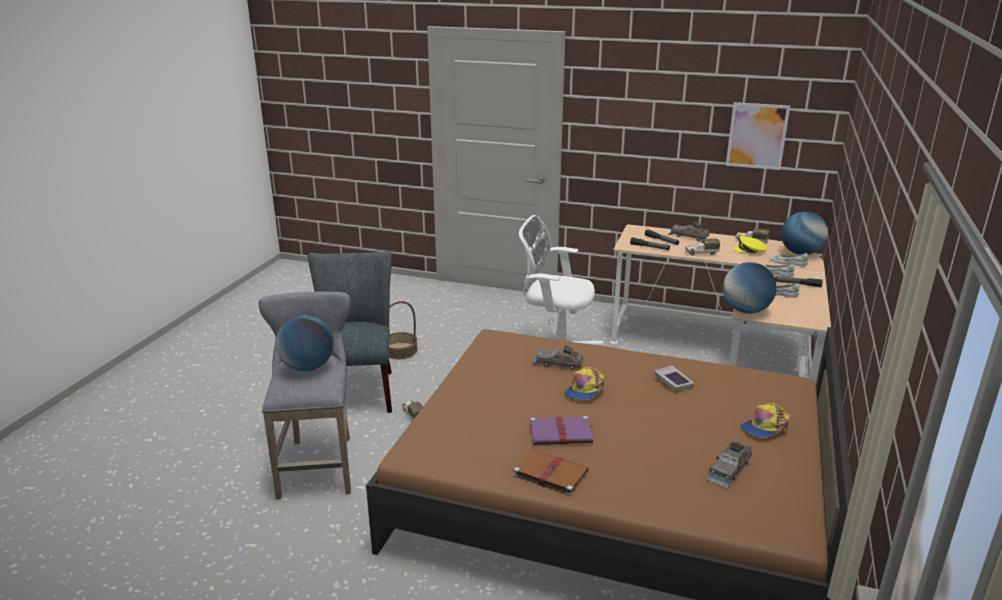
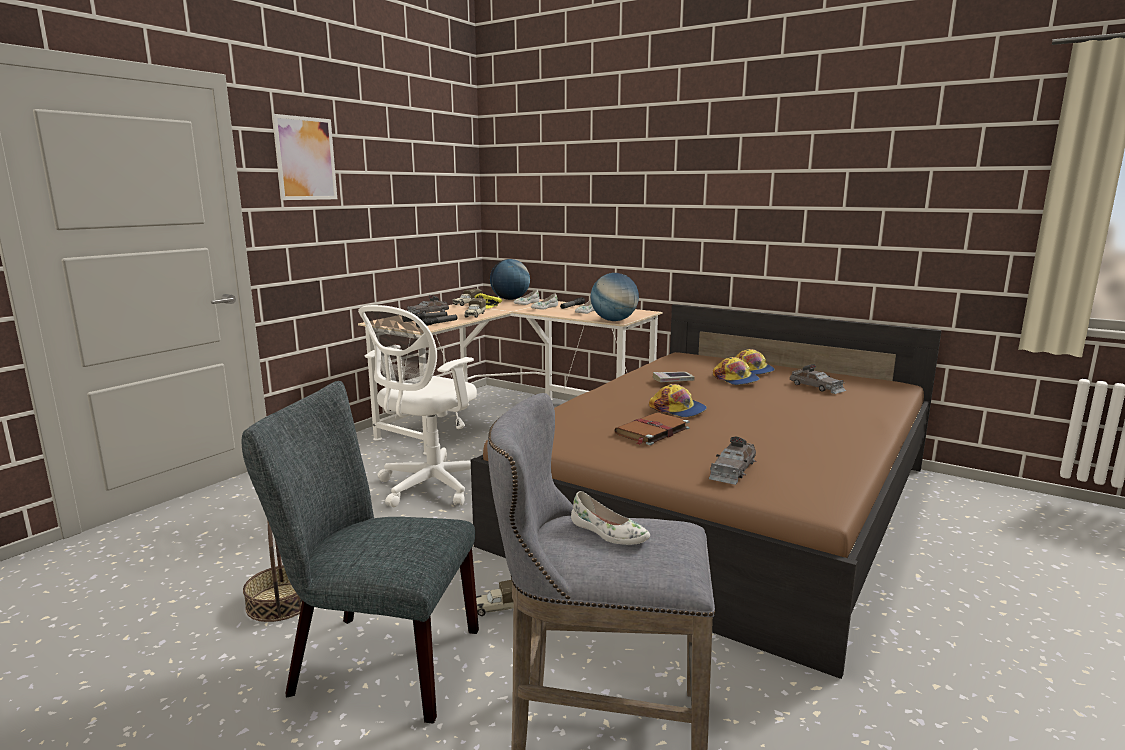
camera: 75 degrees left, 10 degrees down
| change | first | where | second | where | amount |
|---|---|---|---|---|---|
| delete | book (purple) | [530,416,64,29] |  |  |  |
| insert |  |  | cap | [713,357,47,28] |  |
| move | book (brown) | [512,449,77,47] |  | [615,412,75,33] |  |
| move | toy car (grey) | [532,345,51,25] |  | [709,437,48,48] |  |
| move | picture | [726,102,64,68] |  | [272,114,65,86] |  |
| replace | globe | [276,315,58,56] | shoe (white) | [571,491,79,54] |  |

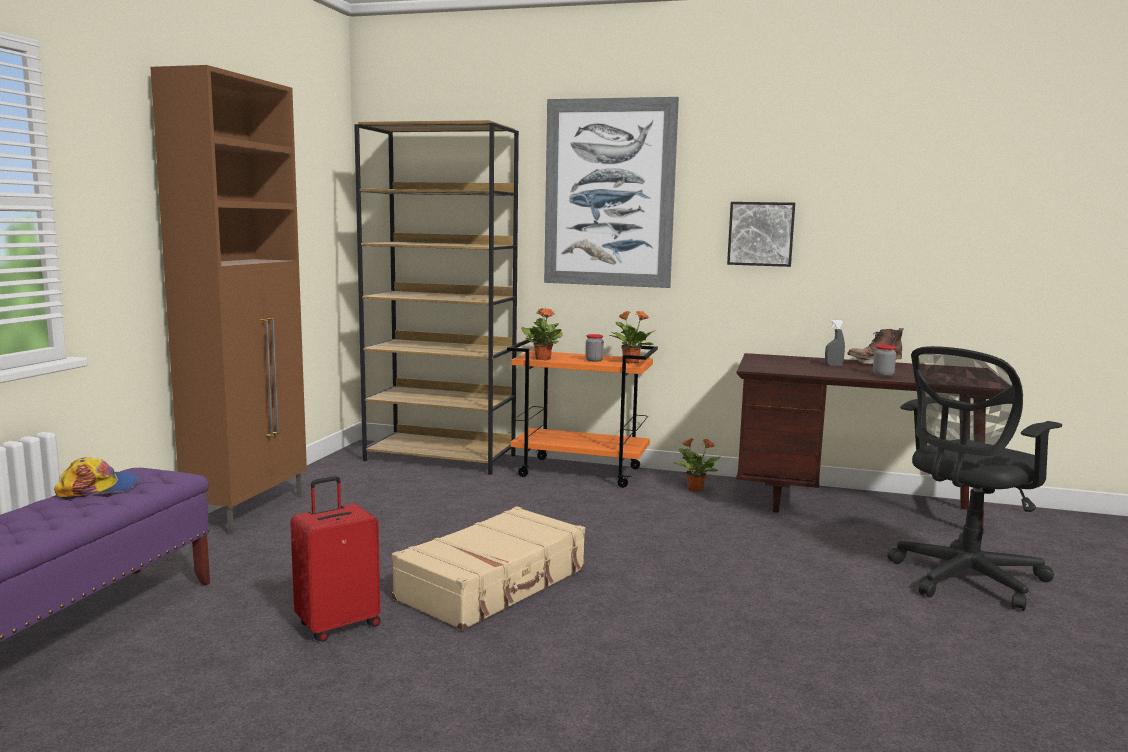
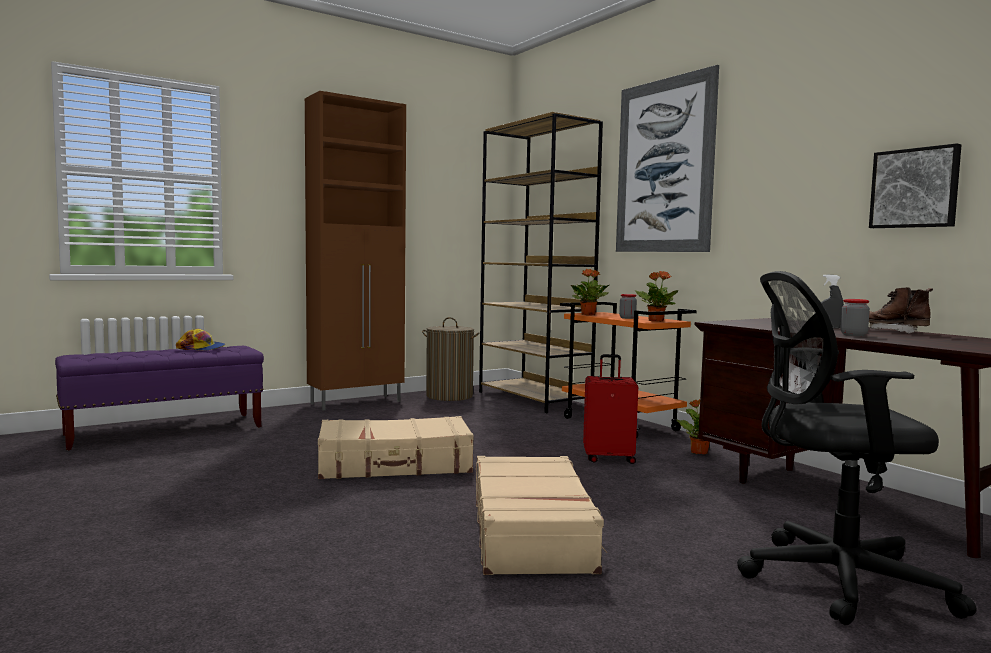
camera: 40 degrees right, 5 degrees down
| change | first | where | second | where | amount |
|---|---|---|---|---|---|
| insert |  |  | laundry basket | [422,317,58,84] |  |
| insert |  |  | suitcase (beige) | [476,456,131,119] |  |
| move | suitcase (red) | [290,476,90,166] |  | [583,354,55,110] |  |
| move | picture | [727,202,68,65] |  | [869,143,93,85] |  |

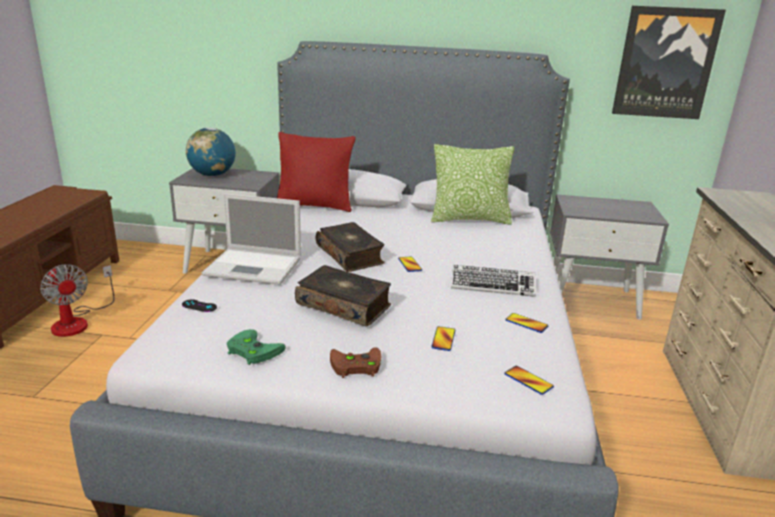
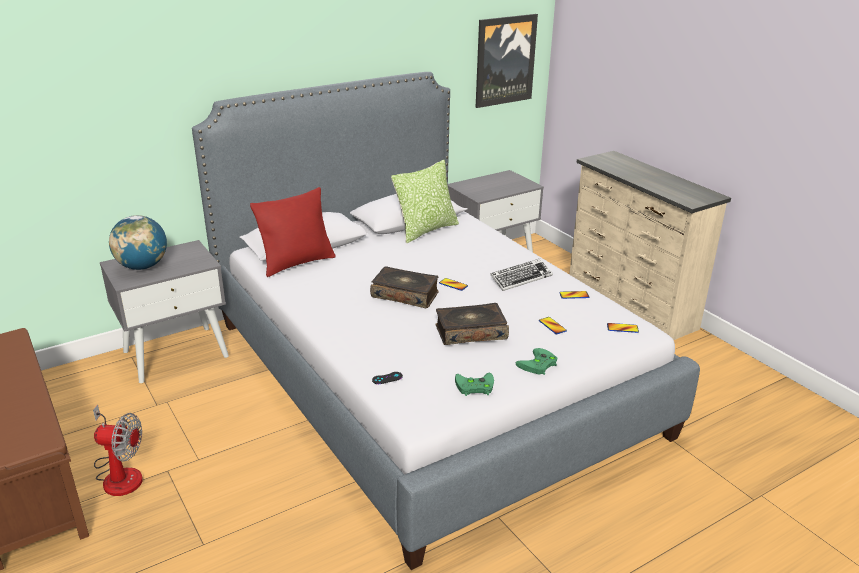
camera: 40 degrees left, 5 degrees up
| change | first | where | second | where | amount |
|---|---|---|---|---|---|
| delete | laptop | [202,193,99,92] |  |  |  |
| recolor | game controller (brown) | [330,347,51,31] | game controller (green) | [516,348,41,27] |  |

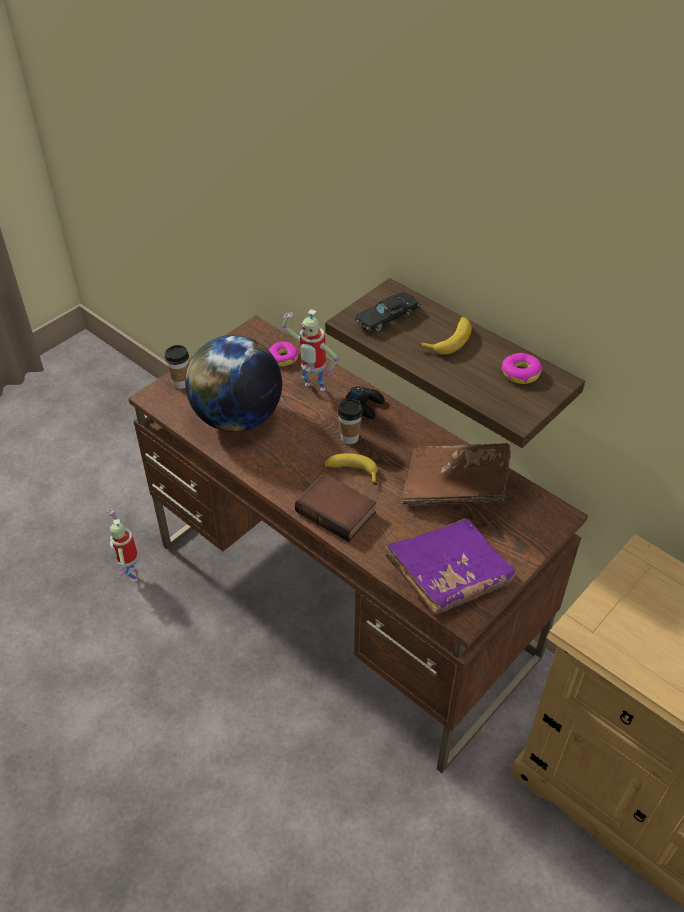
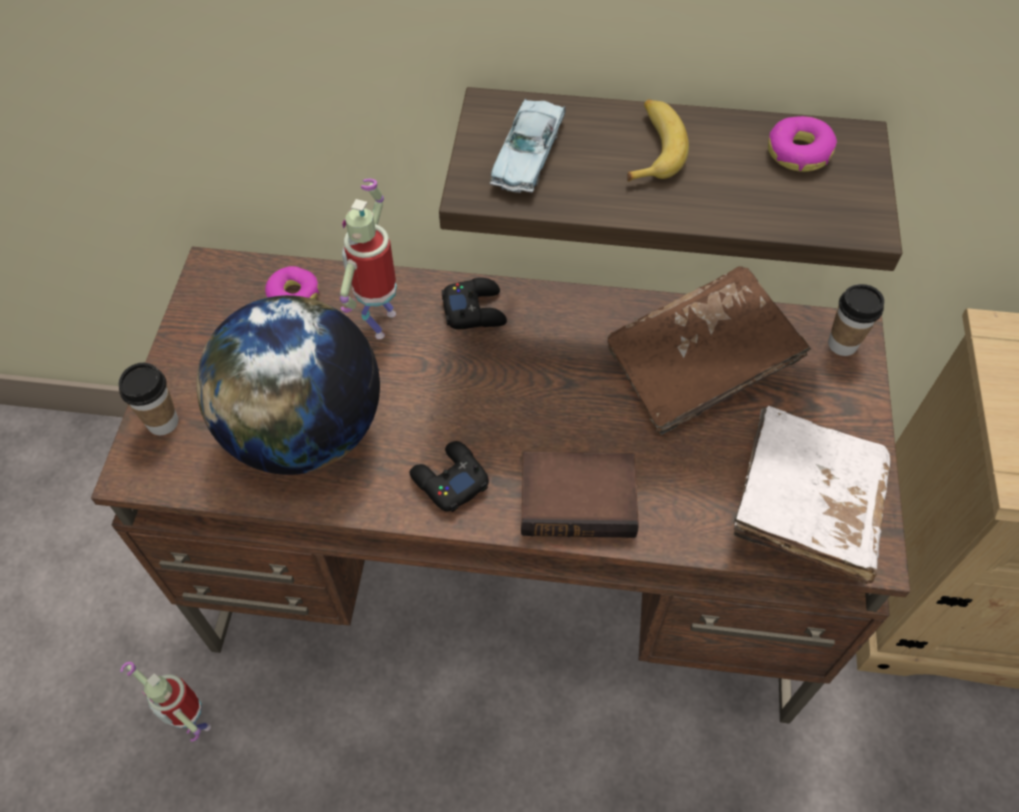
camera: 35 degrees left, 10 degrees up
| change | first | where | second | where | amount |
|---|---|---|---|---|---|
| delete | banana | [323,453,55,32] |  |  |  |
| insert |  |  | game controller (black) | [410,441,79,71] |  |
| move | cup | [337,399,26,45] |  | [828,284,56,72] |  |
| recolor | toy car (black) | [354,291,67,41] | toy car (blue) | [490,98,76,95] |  |
| recolor | book (purple) | [385,519,130,96] | book (white) | [733,406,159,178] |  |
| rotate | toy robot | [282,309,57,82] |  | [340,179,57,160] | 120 degrees clockwise |

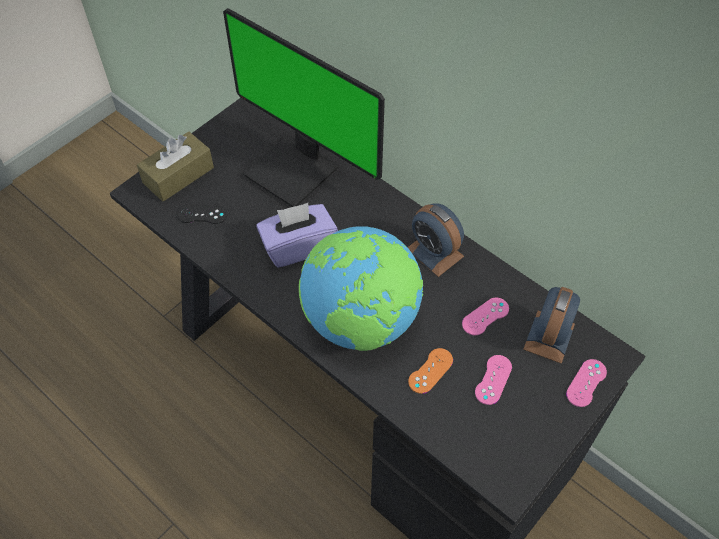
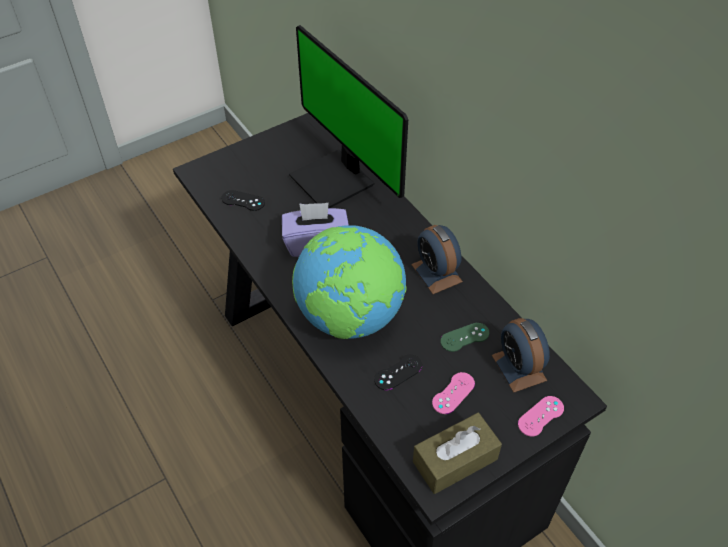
camera: 15 degrees right, 5 degrees down
| change | first | where | second | where | amount |
|---|---|---|---|---|---|
| move | tissue box (brown) | [137,131,77,71] |  | [413,413,89,81] |  |
| recolor | game controller (orange) | [408,348,45,46] | game controller (black) | [374,355,48,35] |  |
| recolor | game controller (pink) | [462,298,47,37] | game controller (green) | [440,323,49,29] |  |
| rotate | alarm clock | [523,287,57,77] |  | [492,318,58,75] | 120 degrees clockwise |

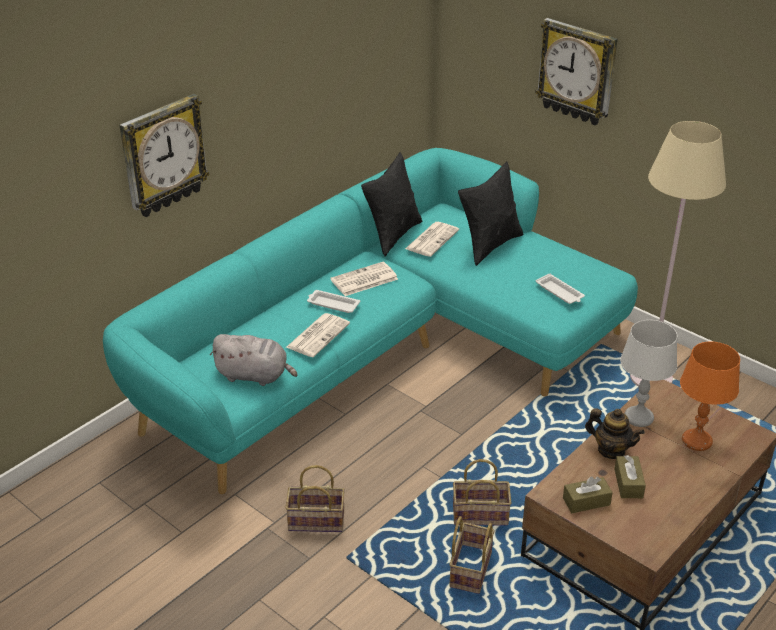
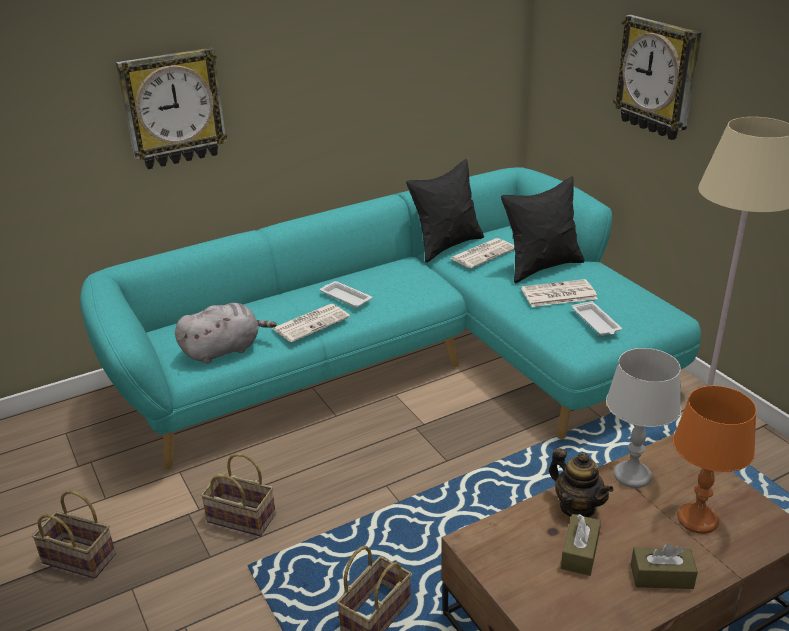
camera: 20 degrees right, 5 degrees down
| change | first | where | second | where | amount |
|---|---|---|---|---|---|
| move | newspaper | [330,262,68,34] |  | [521,279,77,28] |  |
| move | basket | [453,459,58,66] |  | [32,490,84,89] |  |
| move | tissue box (brown) | [563,477,50,36] |  | [631,543,67,46] |  |
| rotate | plush toy (grey) | [210,334,88,52] |  | [175,303,102,61] | 60 degrees counterclockwise |

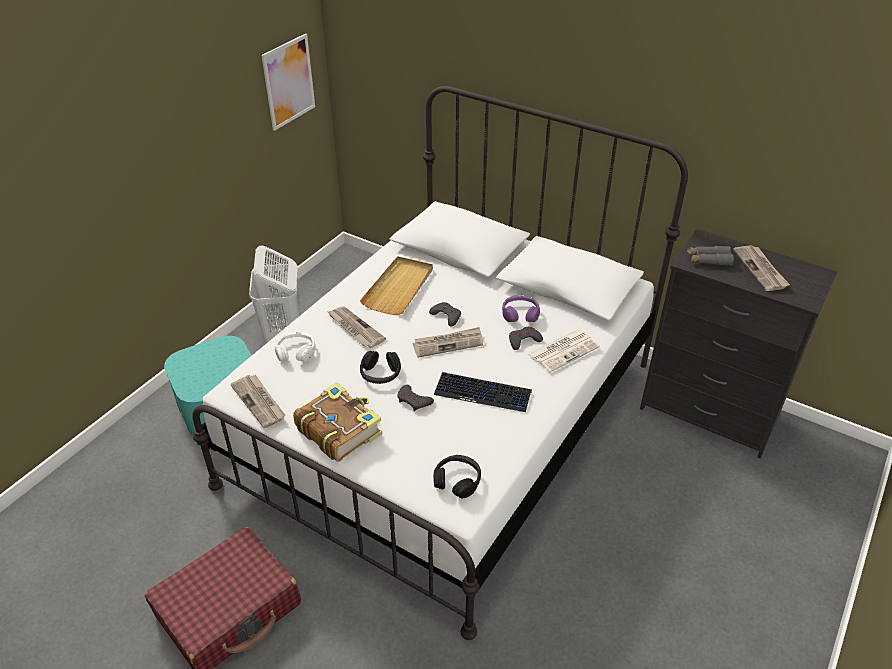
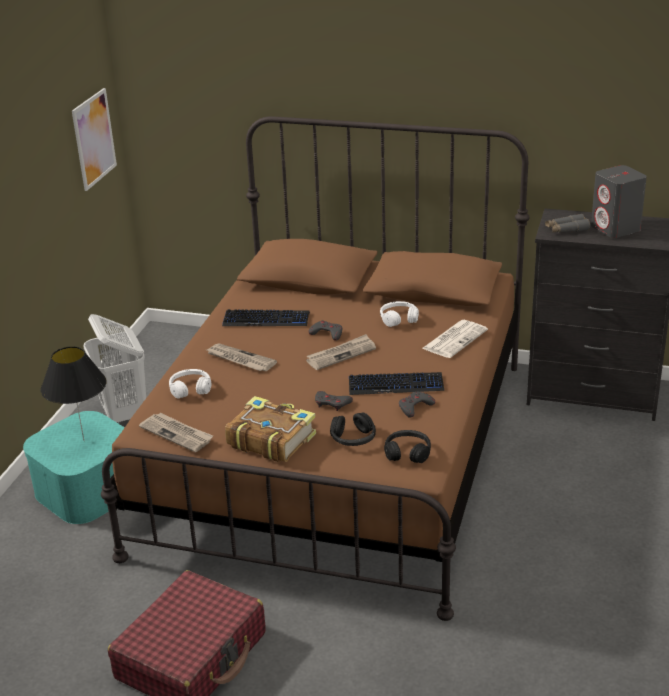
camera: 15 degrees left, 10 degrees down
| change | first | where | second | where | amount |
|---|---|---|---|---|---|
| insert |  |  | table lamp (black) | [41,346,66,95] |  |
| move | headphones (black) | [360,351,41,33] |  | [330,413,46,33] |  |
| move | game controller (grey) | [509,327,34,23] |  | [399,392,36,26] |  |
| replace | tray (beige) | [360,256,73,59] | keyboard | [222,309,88,17] |  |
| replace | newspaper | [733,245,57,46] | speaker (grey) | [591,165,56,73] |  |
| recolor | bed (white) | [192,86,496,554] | bed (brown) | [101,116,428,505] |  |
| recolor | headphones (purple) | [502,295,38,27] | headphones (white) | [380,301,39,26] |  |

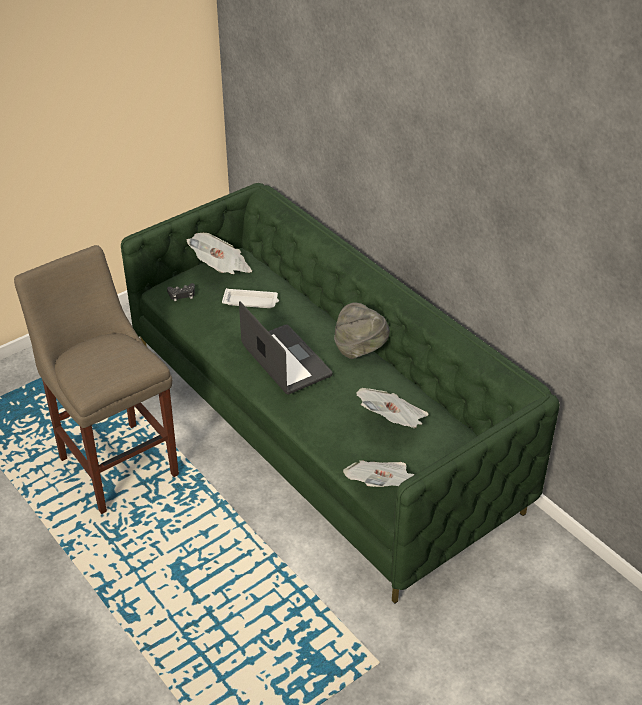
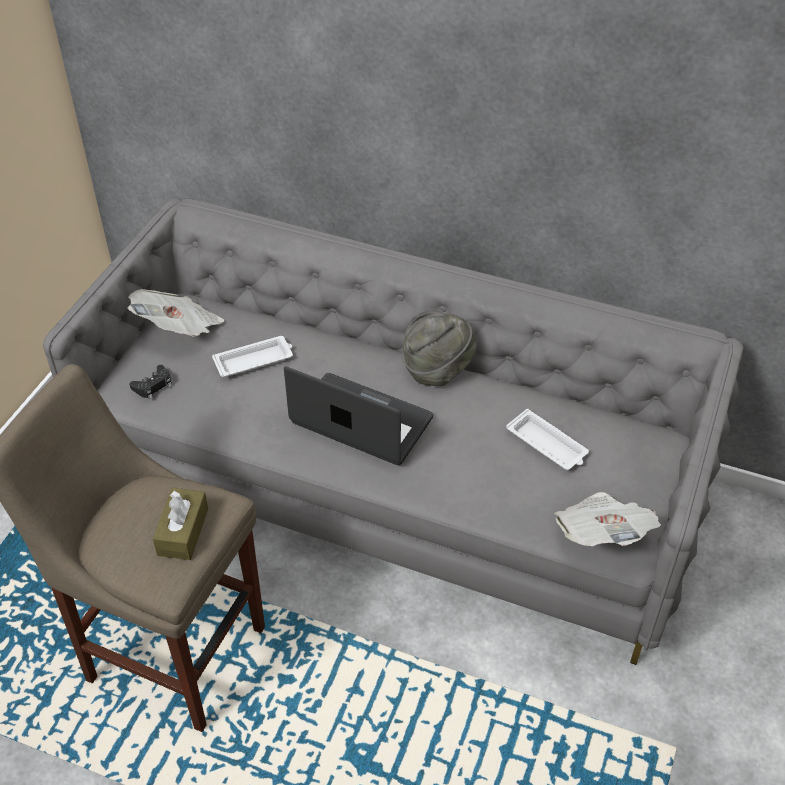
camera: 30 degrees left, 5 degrees up
| change | first | where | second | where | amount |
|---|---|---|---|---|---|
| insert |  |  | tissue box (brown) | [153,488,55,72] |  |
| replace | newspaper | [357,388,72,40] | tray (white) | [506,409,83,61] |  |
| recolor | sofa (green) | [121,183,439,421] | sofa (grey) | [43,198,701,467] |  |

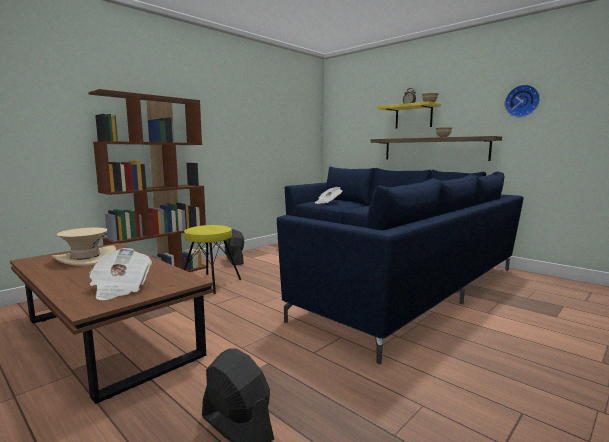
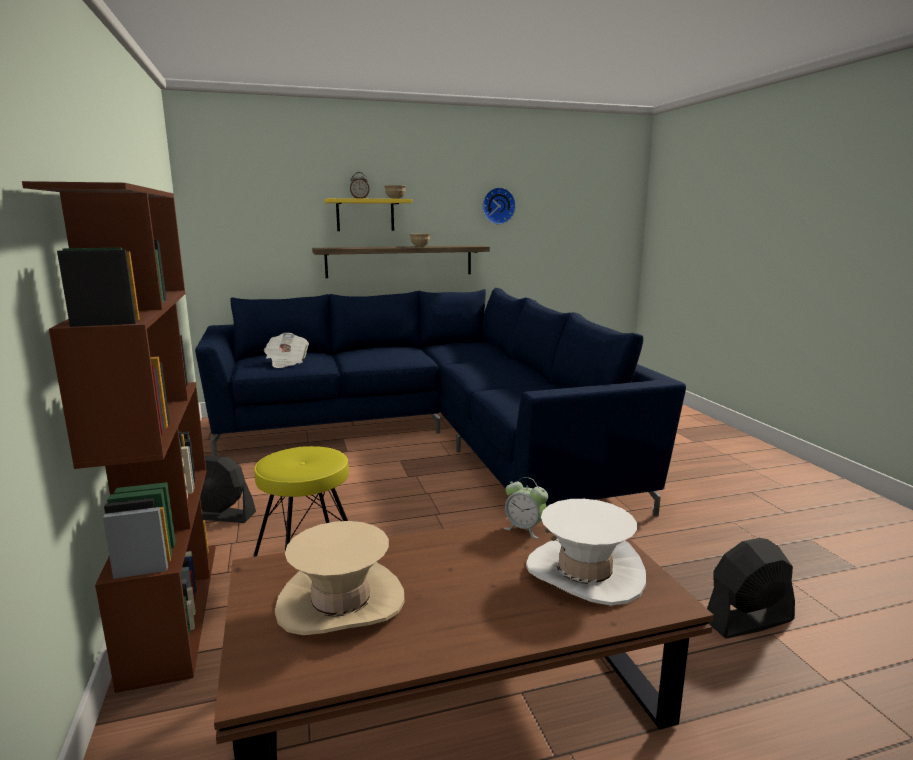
camera: 60 degrees left, 5 degrees up
| change | first | where | second | where | amount |
|---|---|---|---|---|---|
| insert |  |  | alarm clock | [504,477,44,62] |  |
| replace | newspaper | [89,248,63,52] | hat (white) | [526,499,120,107] |  |

